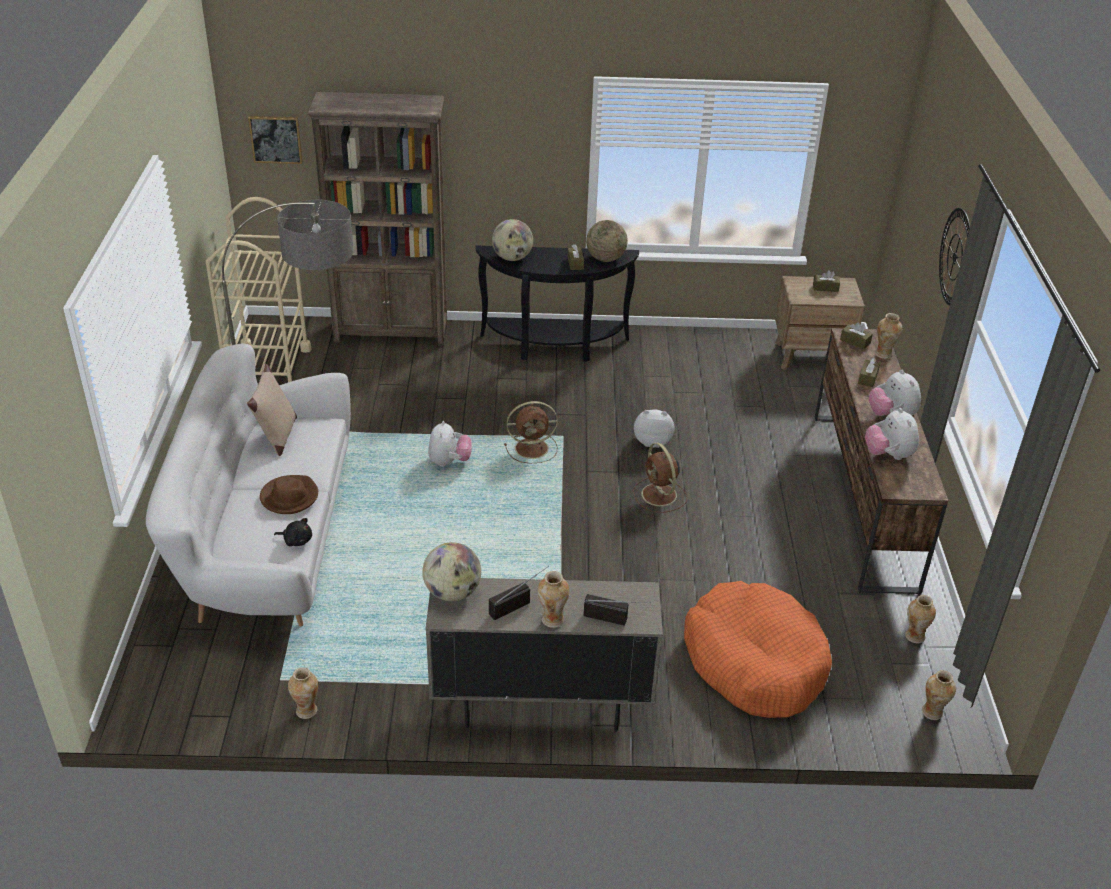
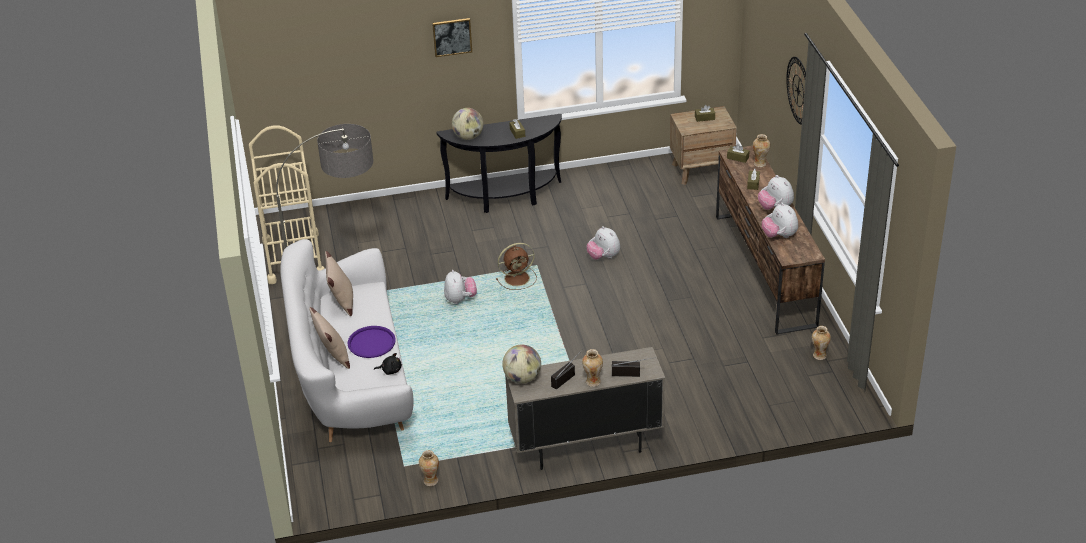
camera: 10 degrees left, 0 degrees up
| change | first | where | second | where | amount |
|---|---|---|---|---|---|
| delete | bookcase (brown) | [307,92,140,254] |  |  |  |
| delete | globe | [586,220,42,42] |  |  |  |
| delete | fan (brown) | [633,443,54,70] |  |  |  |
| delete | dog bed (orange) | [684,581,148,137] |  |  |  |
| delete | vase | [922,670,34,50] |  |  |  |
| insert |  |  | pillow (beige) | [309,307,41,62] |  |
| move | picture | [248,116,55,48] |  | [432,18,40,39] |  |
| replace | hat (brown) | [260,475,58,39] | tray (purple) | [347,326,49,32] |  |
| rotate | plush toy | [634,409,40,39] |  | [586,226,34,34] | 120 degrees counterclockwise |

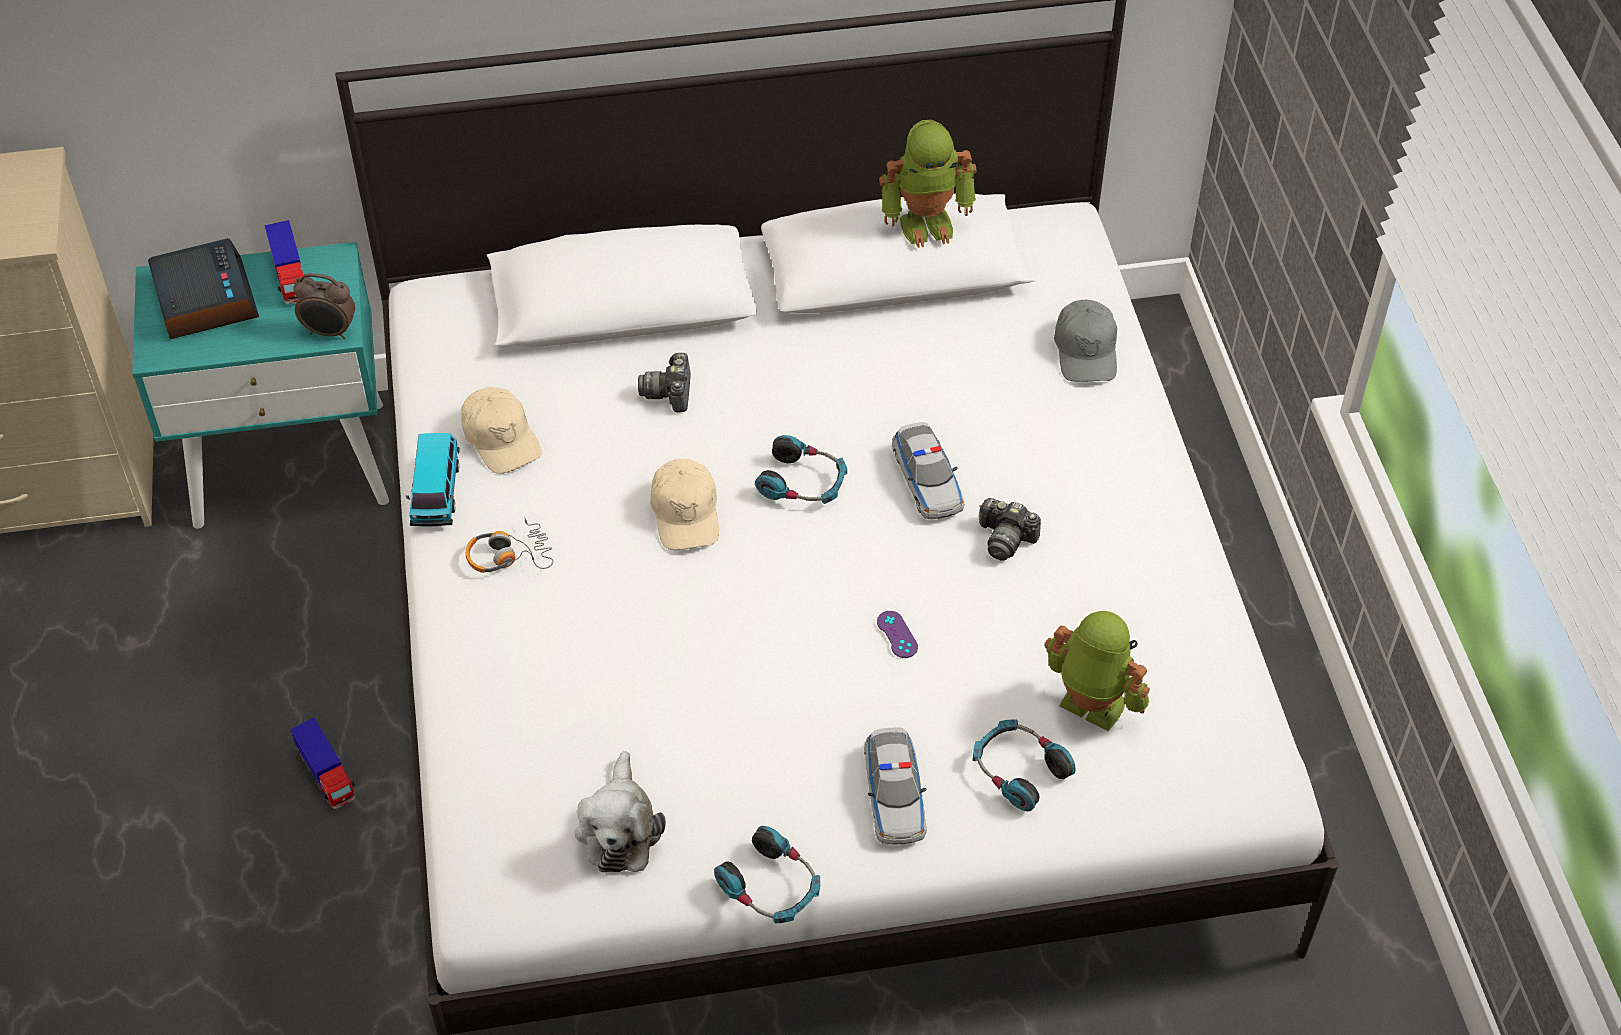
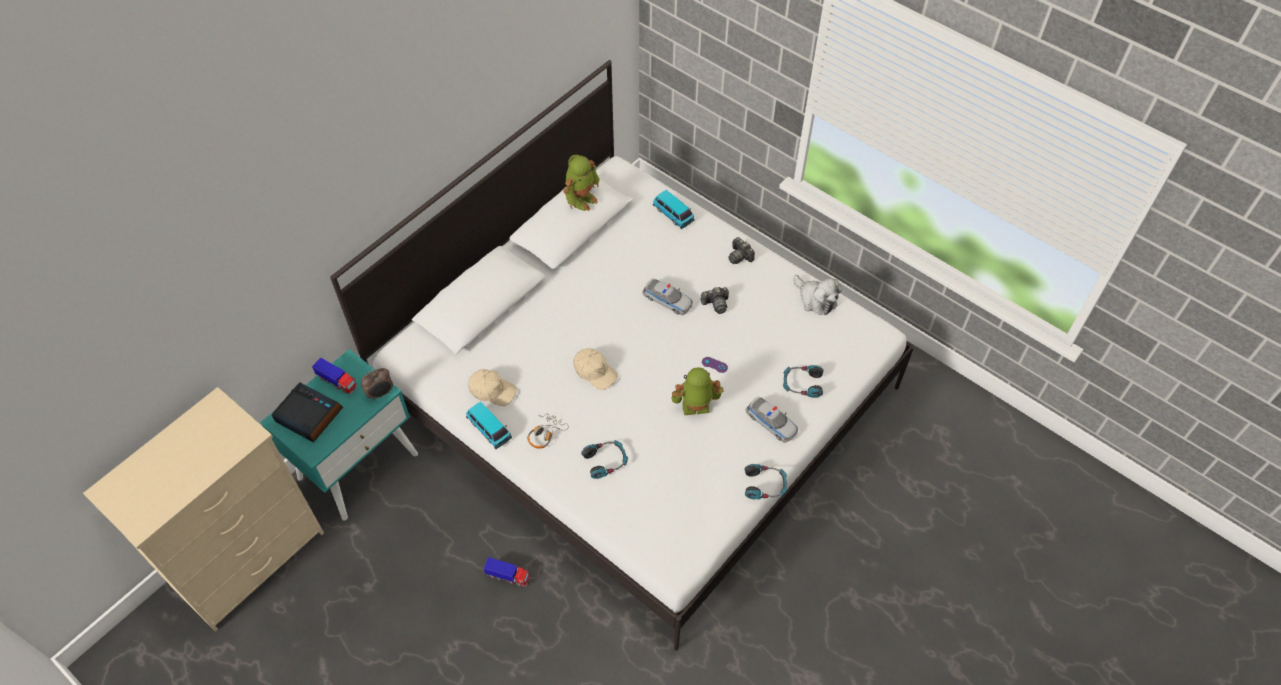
camera: 40 degrees left, 5 degrees up
| change | first | where | second | where | amount |
|---|---|---|---|---|---|
| move | plush toy | [575,751,91,121] |  | [794,275,48,40] |  |
| move | photo camera | [638,353,53,59] |  | [728,237,27,27] |  |
| move | headphones | [755,435,92,69] |  | [581,440,47,39] |  |
| move | toy robot | [1044,611,106,120] |  | [671,367,52,48] |  |
| replace | cap (grey) | [1054,300,63,82] | toy car | [653,190,42,39] |  |

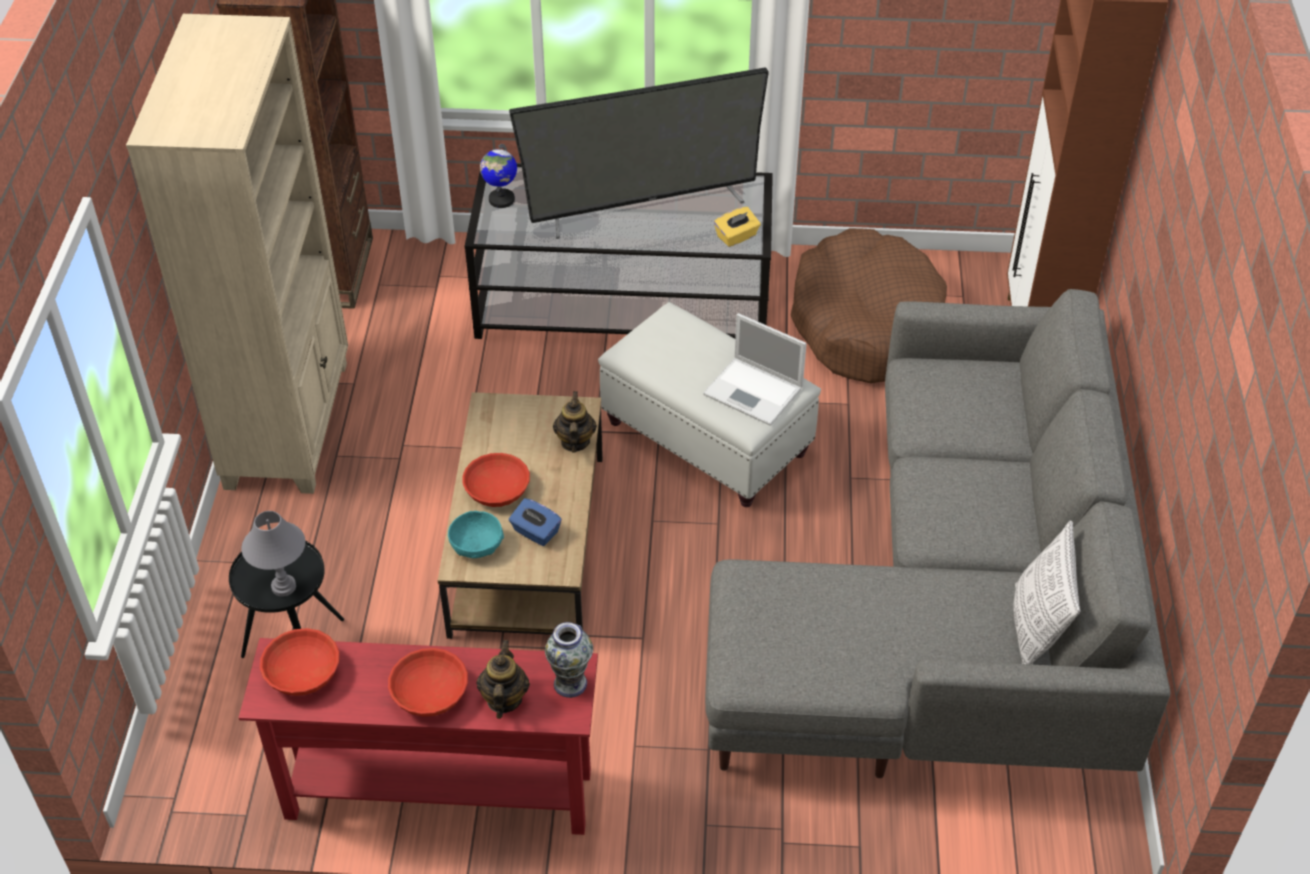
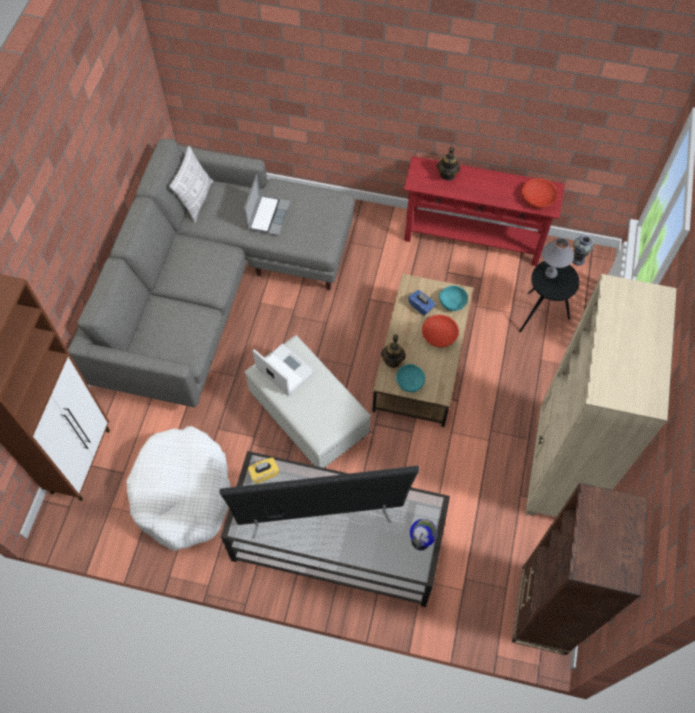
camera: 170 degrees left, 15 degrees up
| change | first | where | second | where | amount |
|---|---|---|---|---|---|
| delete | bowl (red) | [388,648,80,69] |  |  |  |
| insert |  |  | laptop | [244,174,46,62] |  |
| insert |  |  | bowl (turquoise) | [396,364,29,29] |  |
| move | vase | [545,622,48,76] |  | [572,234,22,31] |  |
| recolor | dog bed (brown) | [791,228,156,156] | dog bed (white) | [127,426,103,125] |  |

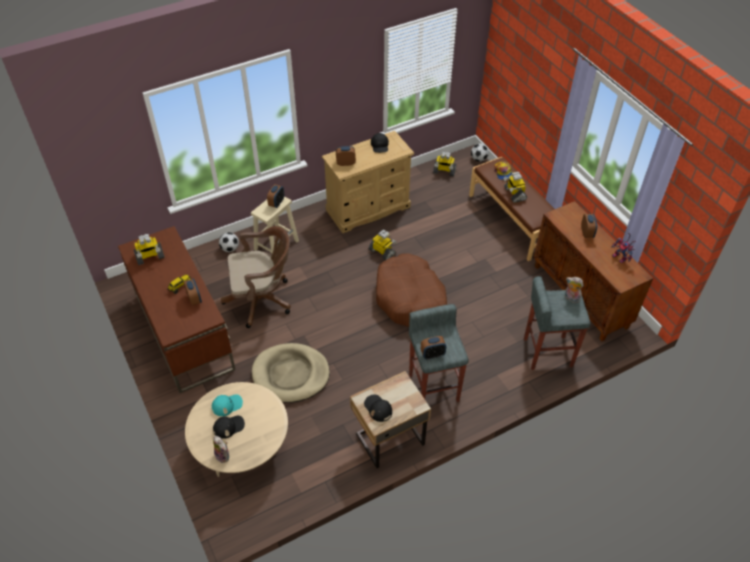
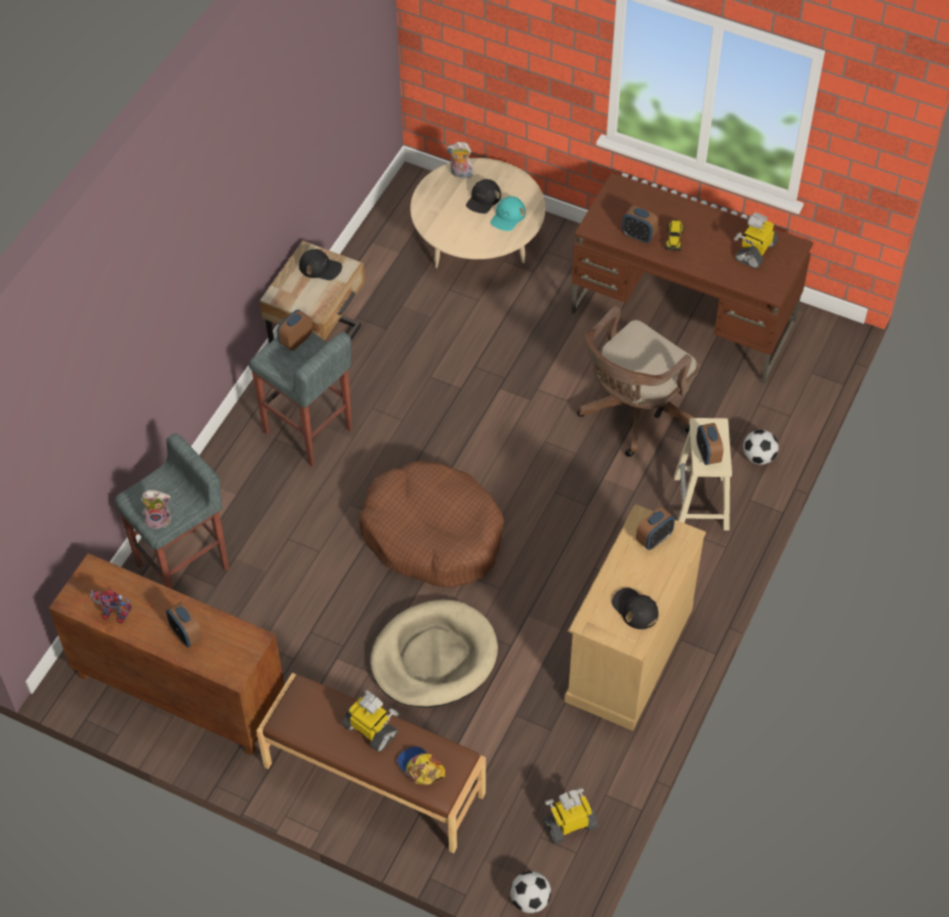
camera: 145 degrees right, 5 degrees up
| change | first | where | second | where | amount |
|---|---|---|---|---|---|
| delete | toy robot | [369,230,28,30] |  |  |  |
| move | dog bed (beige) | [252,343,78,60] |  | [370,600,128,108] |  |

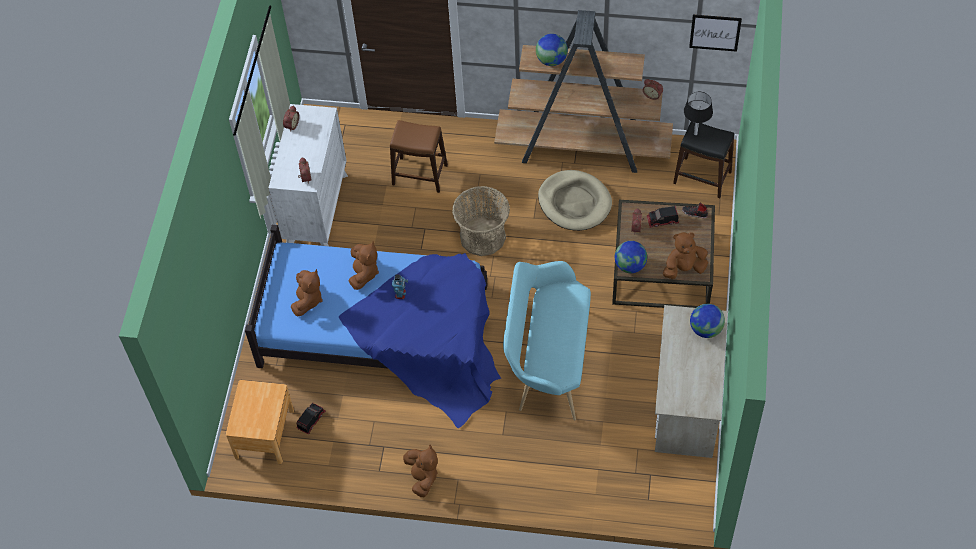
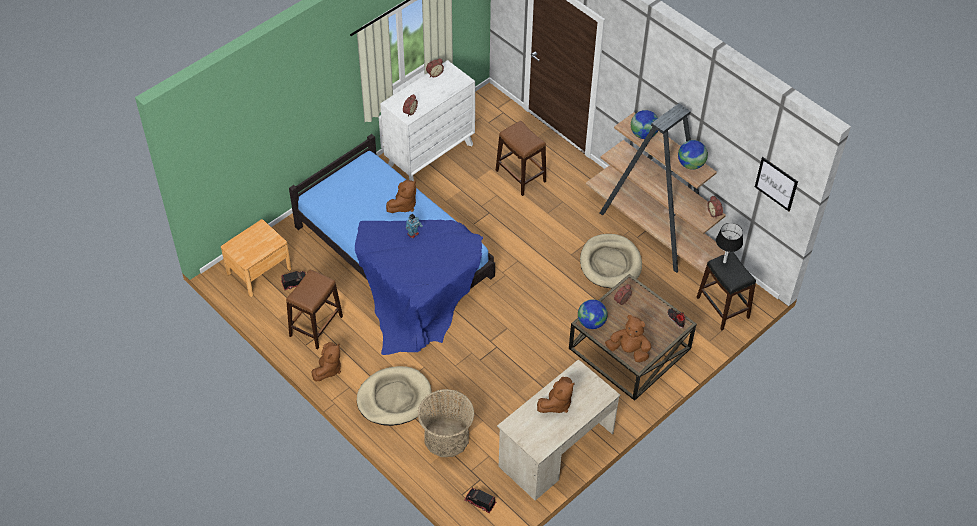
camera: 35 degrees right, 5 degrees down
| change | first | where | second | where | amount |
|---|---|---|---|---|---|
| delete | bench (turquoise) | [503,261,88,159] |  |  |  |
| insert |  |  | stool (brown) | [286,269,57,81] |  |
| insert |  |  | dog bed (beige) | [357,366,75,60] |  |
| move | plush toy (brown) | [291,269,32,48] |  | [537,377,38,36] |  |
| move | basket | [452,186,58,70] |  | [417,389,57,68] |  |
| move | toy truck | [647,206,32,22] |  | [464,488,32,25] |  |
| move | globe | [690,304,35,34] |  | [678,140,30,30] |  |

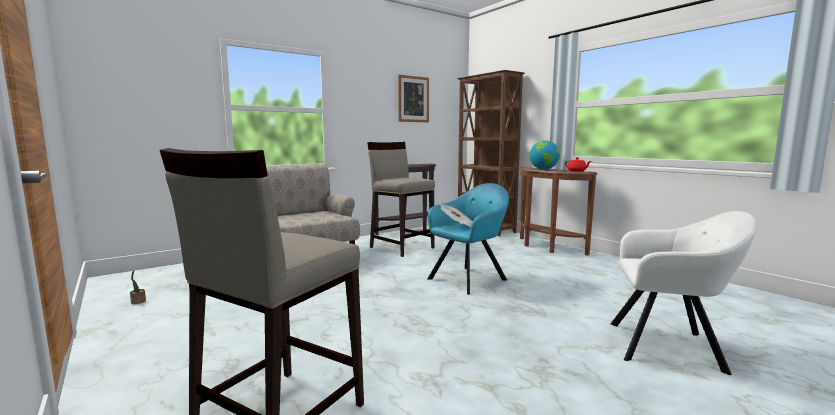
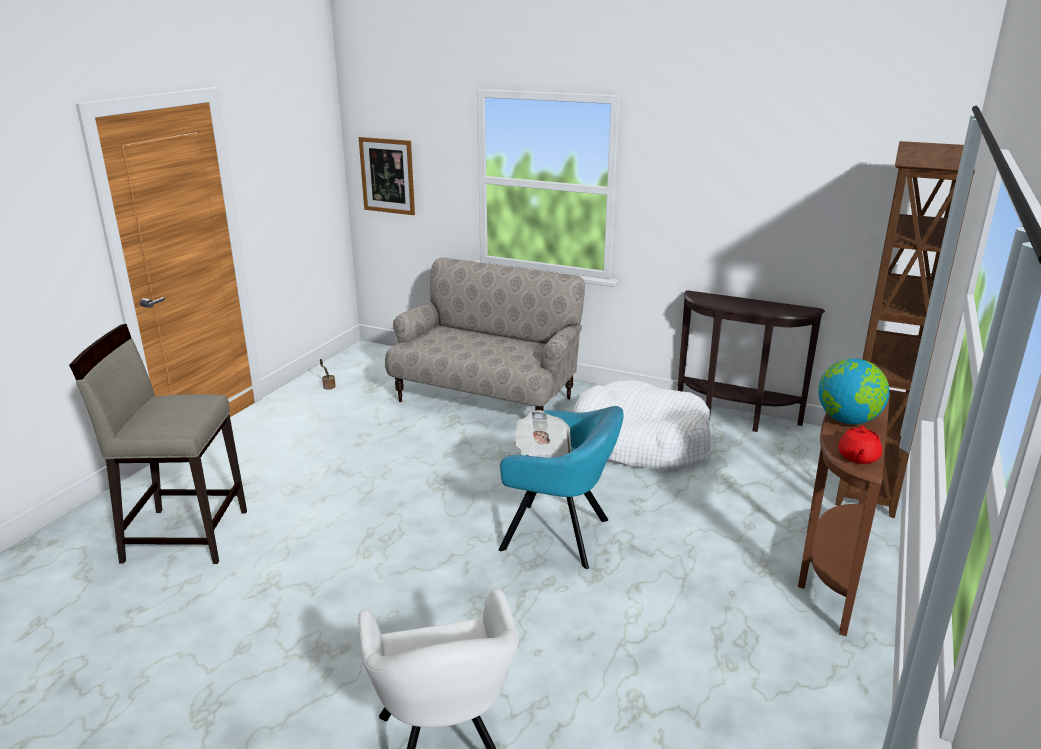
camera: 60 degrees right, 15 degrees up
| change | first | where | second | where | amount |
|---|---|---|---|---|---|
| move | picture | [398,75,31,47] |  | [359,137,56,78] |  |
| replace | stool (beige) | [367,142,68,115] | dog bed (white) | [574,380,137,91] |  |

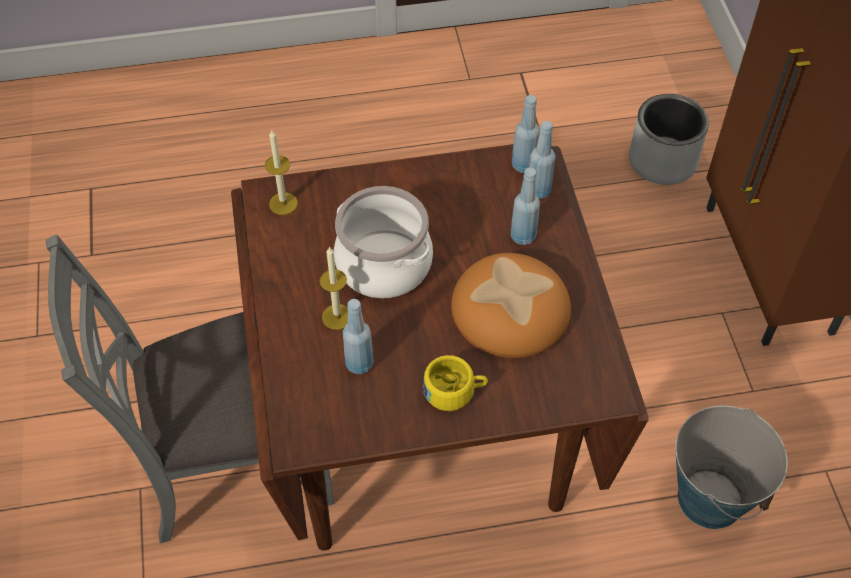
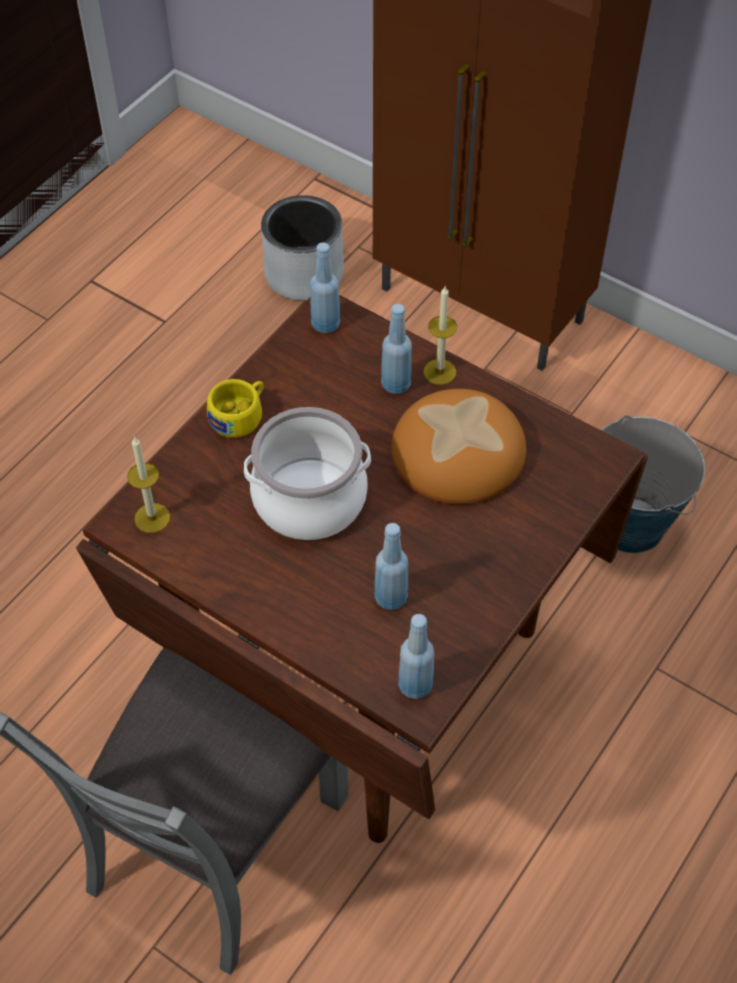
camera: 45 degrees left, 0 degrees up
| change | first | where | second | where | amount |
|---|---|---|---|---|---|
| move | candle | [319,246,29,84] |  | [423,286,34,99] |  |
| move | cup (yellow) | [423,355,65,56] |  | [207,379,57,59] |  |
| move | bottle (blue) | [529,121,26,78] |  | [398,614,37,85] |  |

